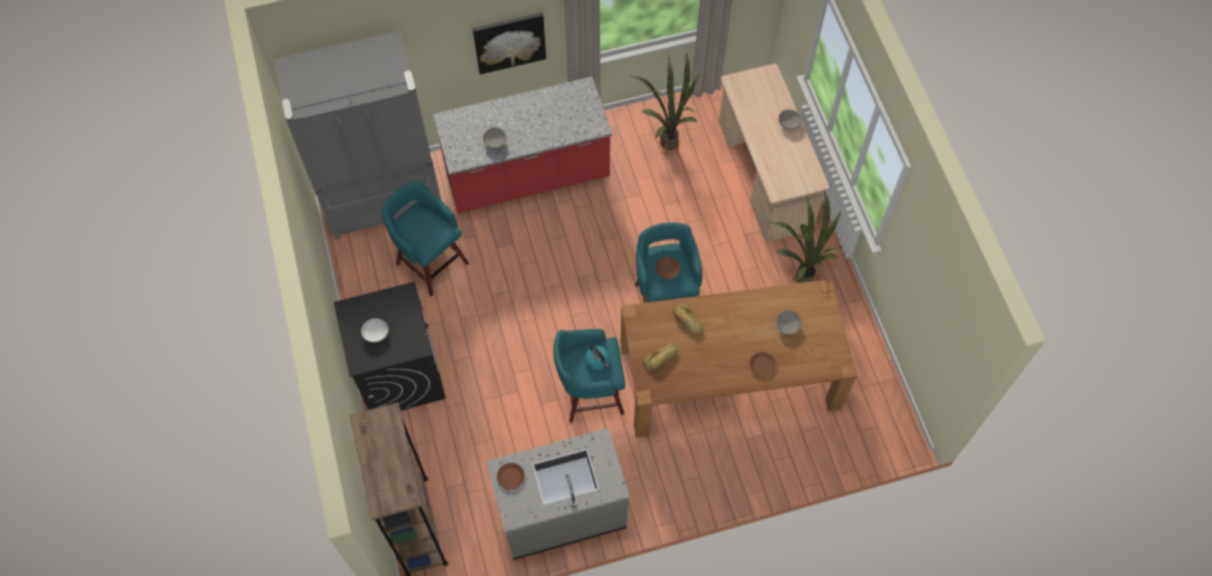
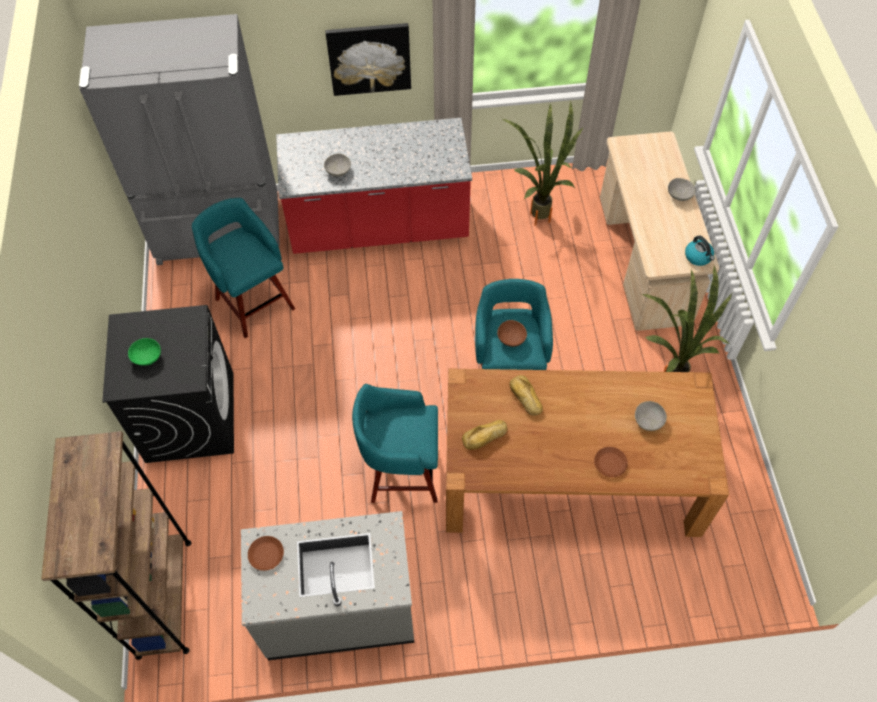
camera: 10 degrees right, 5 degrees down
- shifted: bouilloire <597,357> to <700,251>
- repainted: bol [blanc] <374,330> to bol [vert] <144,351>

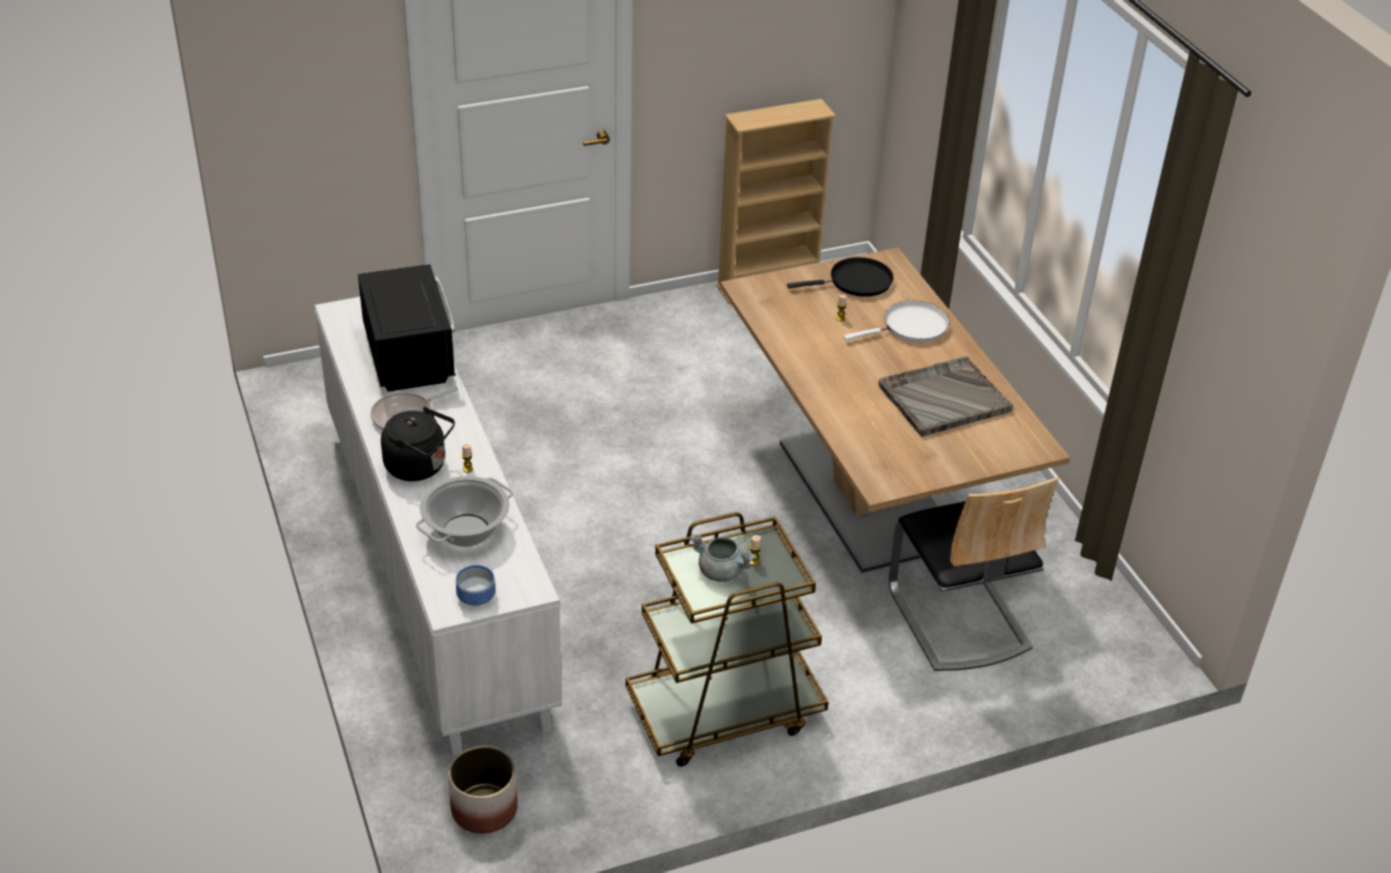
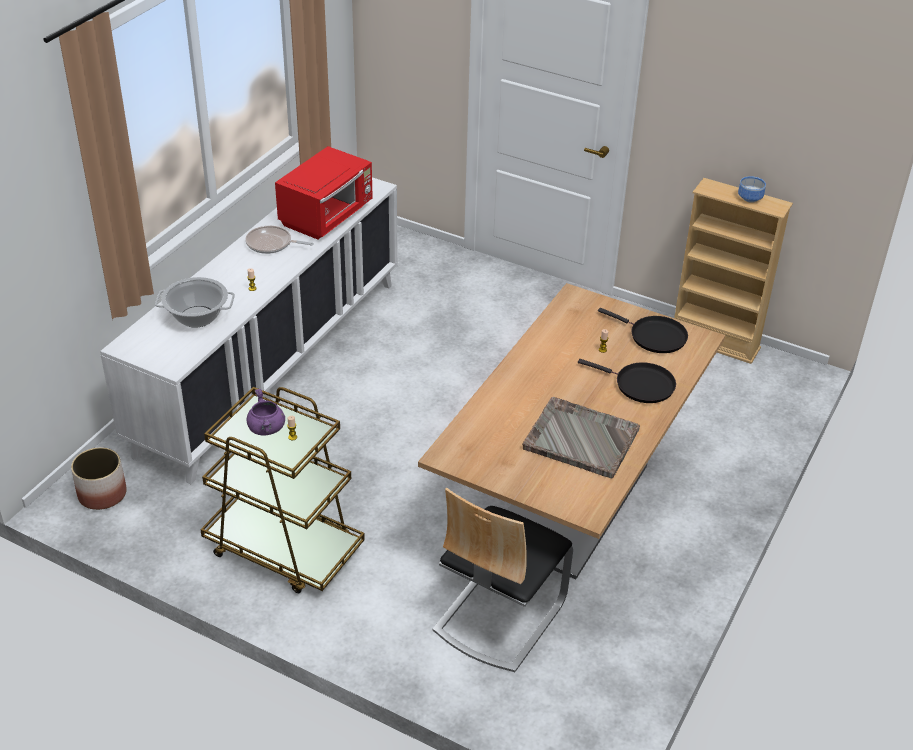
camera: 50 degrees right, 0 degrees up
- gone: bouilloire [noir] <418,444>
- shifted: bol <476,585> to <752,189>
- repainted: micro-ondes [noir] <407,328> to micro-ondes [rouge] <324,192>
- repainted: marmite [gris] <723,558> to marmite [violet] <266,412>
- repainted: poêle [blanc] <897,321> to poêle [noir] <627,381>

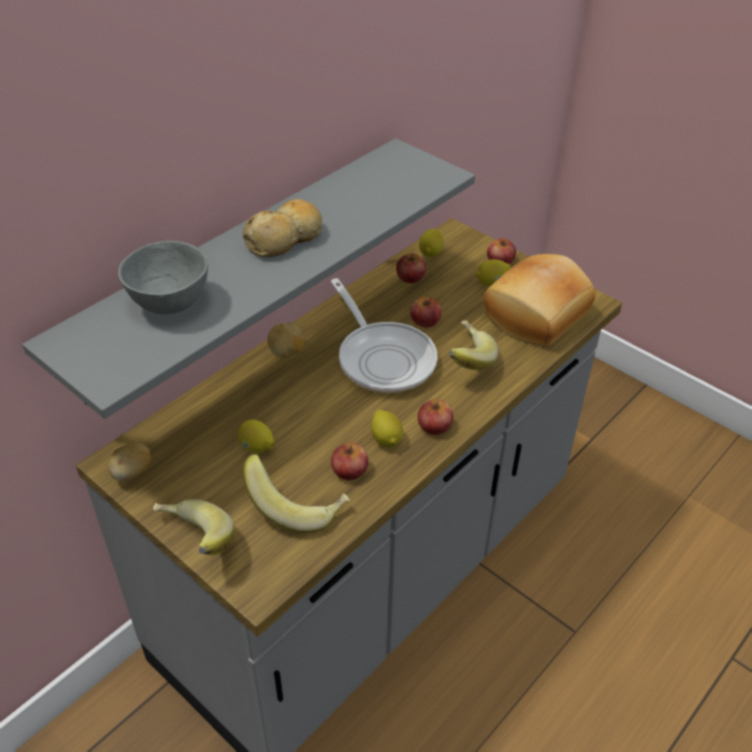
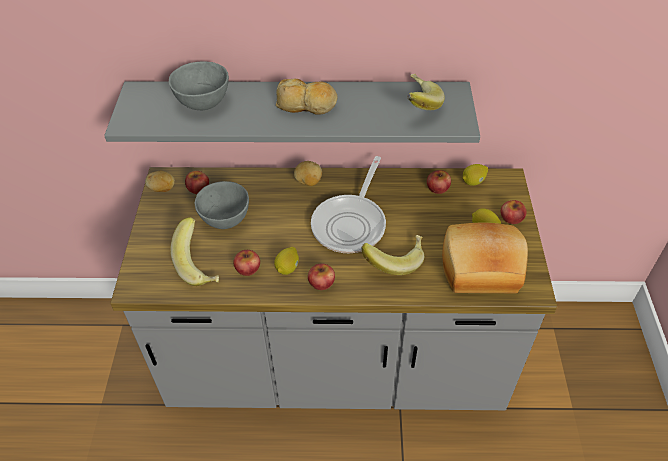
camera: 50 degrees right, 5 degrees up
- shifted: banane <193,527> to <426,92>
- shifted: pomme <426,312> to <197,182>
- swapped: citron <255,436> to bol [gris] <222,205>

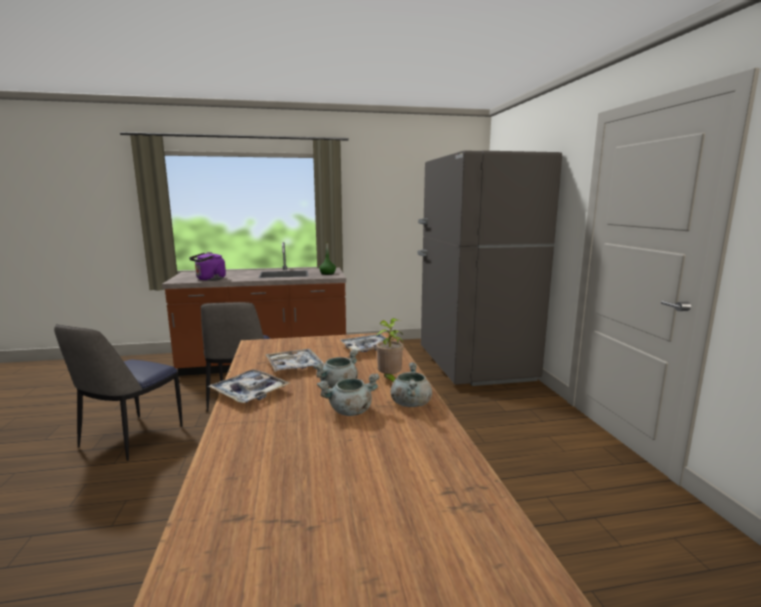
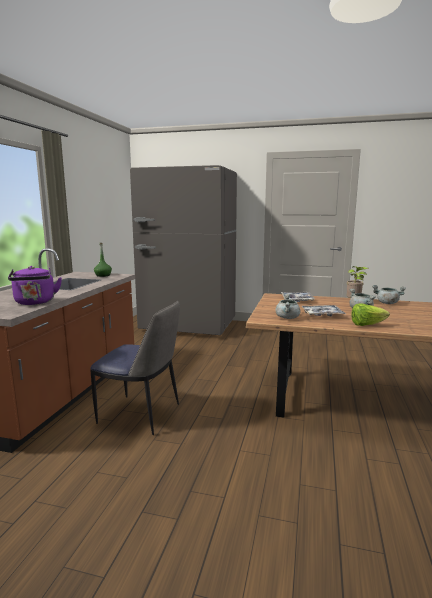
camera: 65 degrees left, 0 degrees up
- gone: chaise <118,392>
- shifted: marmite [gris] <348,394> to <287,306>
- swapped: plateau <248,386> to laitue <370,314>

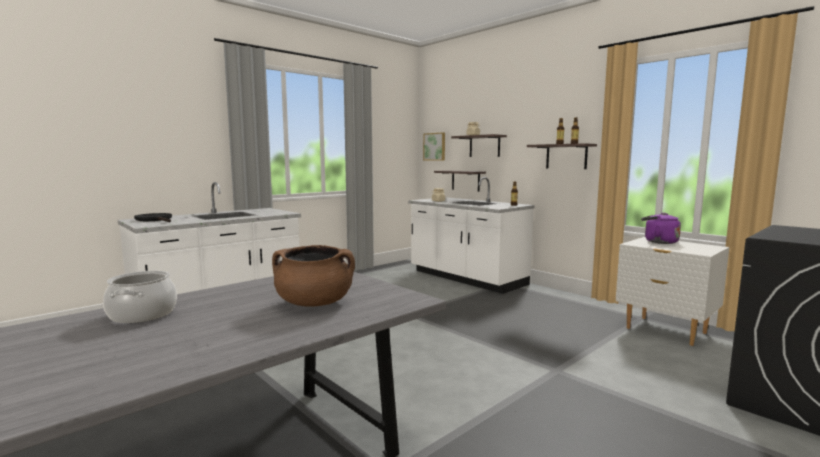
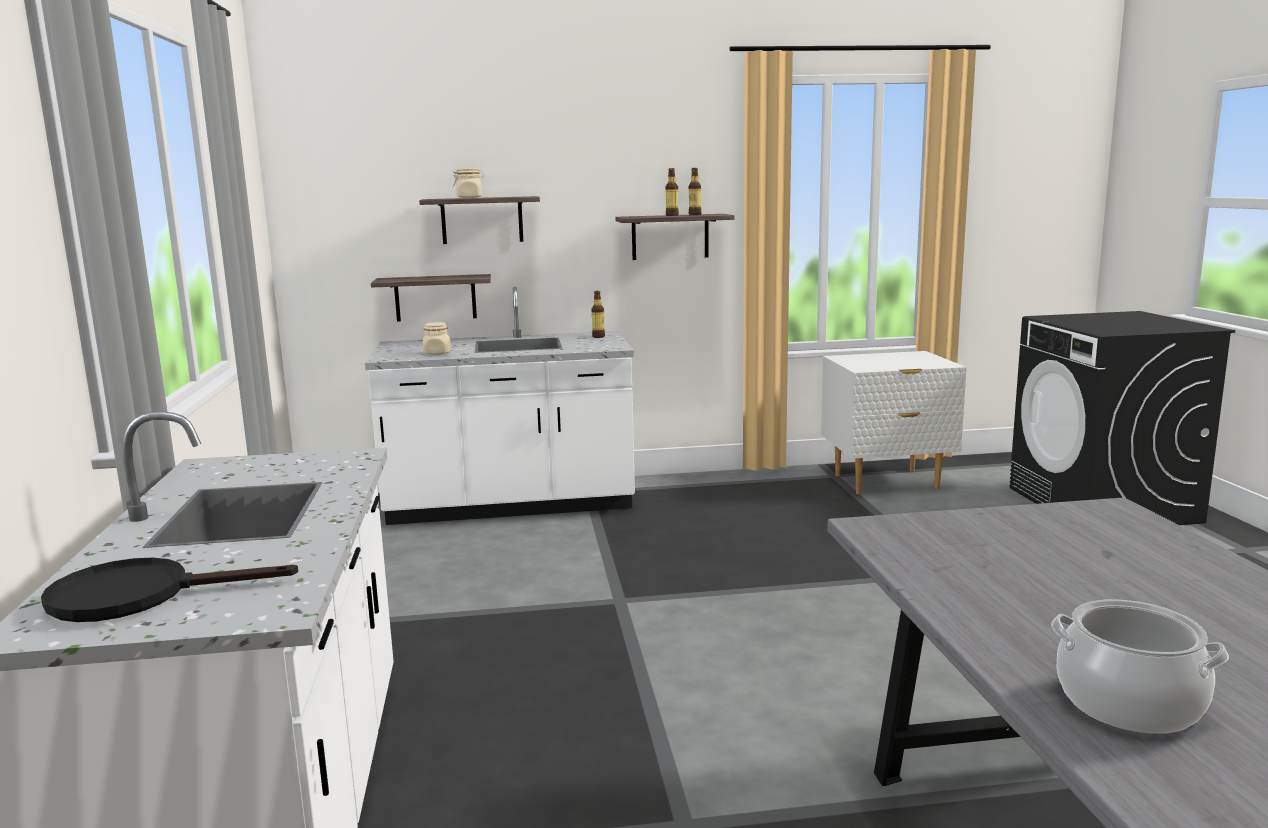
camera: 55 degrees left, 5 degrees up
- gone: marmite [marron] <313,275>
- gone: tableau <434,146>
- gone: bouilloire [violet] <661,228>

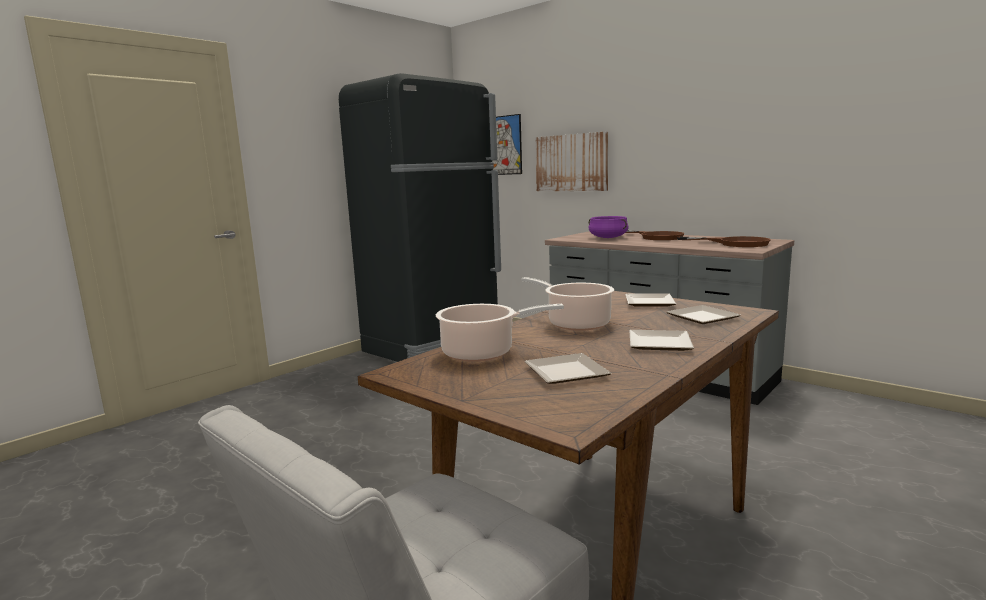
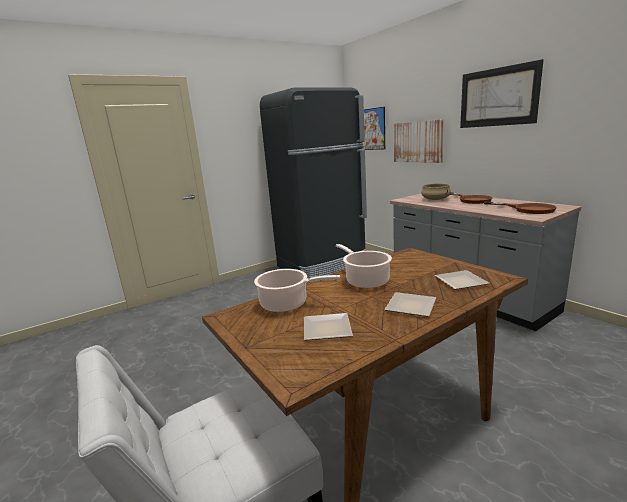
camera: 15 degrees right, 5 degrees up
- gone: assiette <650,300>
- new: tableau <502,93>
- repainted: marmite [violet] <609,227> to marmite [beige] <436,191>

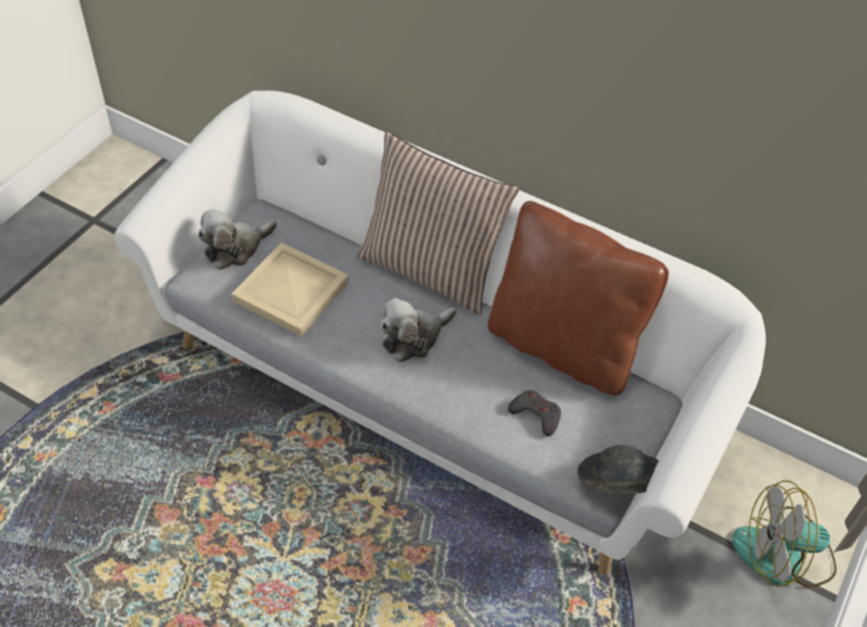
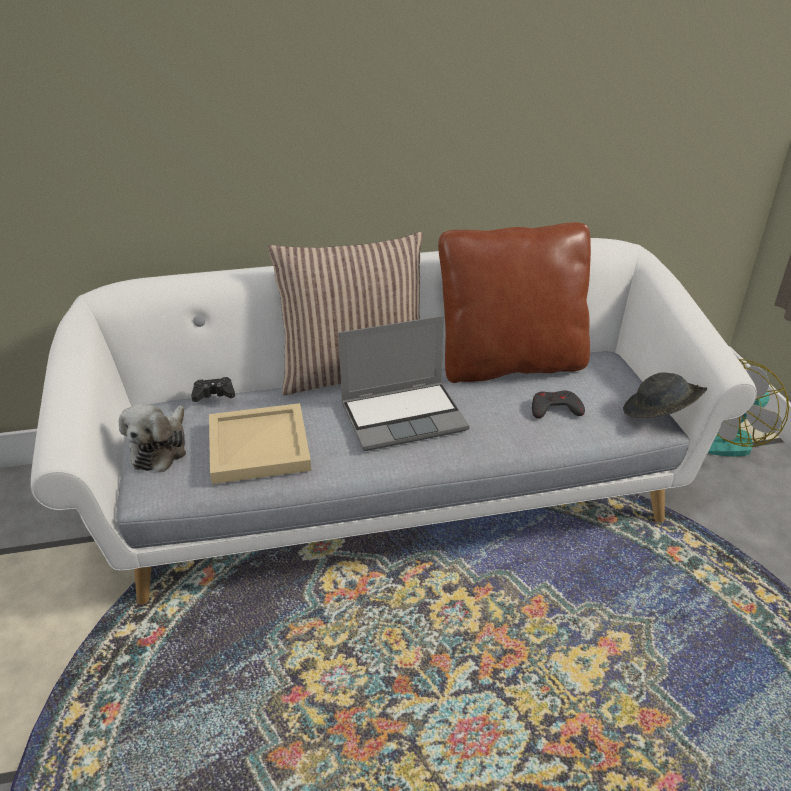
camera: 40 degrees left, 15 degrees down
- new: manette [noir] <213,389>
- swapped: peluche <418,330> to ordinateur portable <404,383>

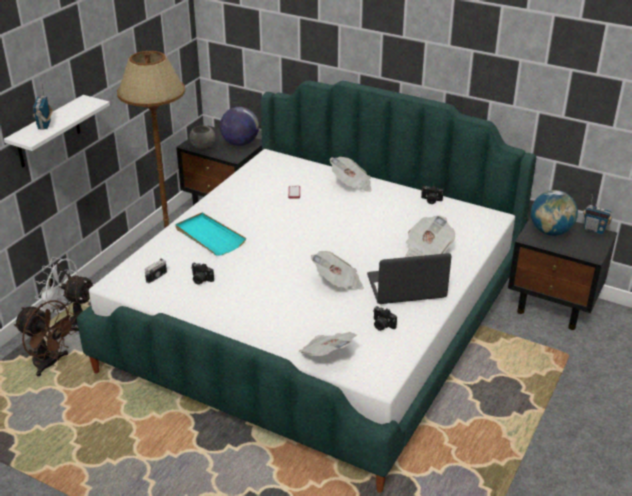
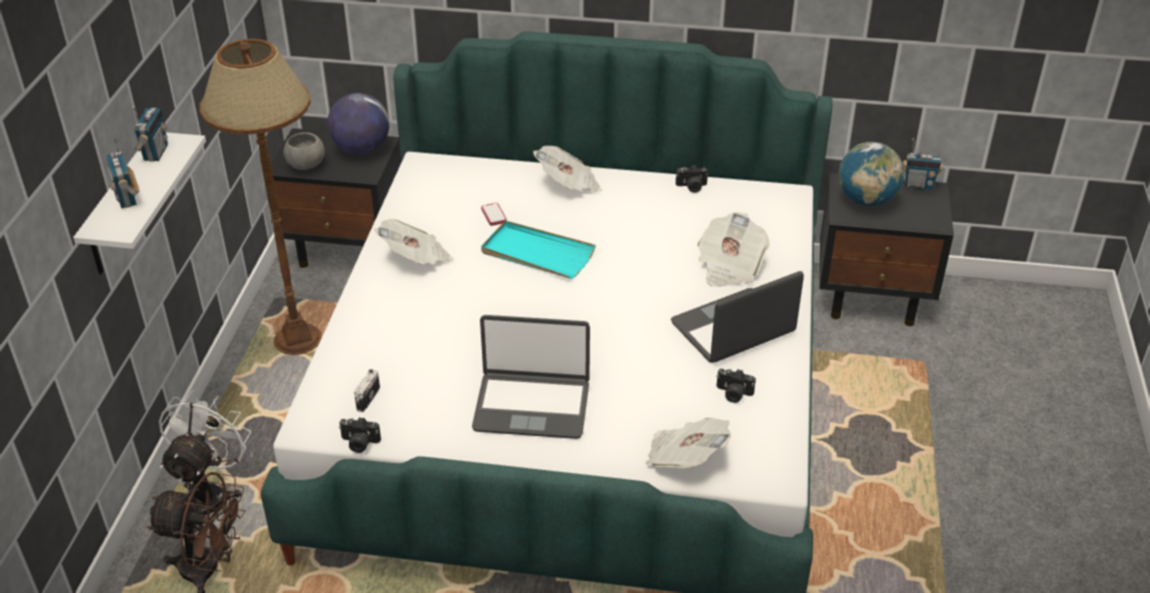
camera: 20 degrees left, 5 degrees up
- new: radio <150,134>
- new: ordinateur portable <531,377>
- shifted: plateau [turquoise] <210,234> to <538,250>
- shifted: appareil photo <202,274> to <360,435>
- shifted: journal <337,270> to <414,242>
- rotated: ventilateur [blanc] <65,294> = <205,452> 105 degrees clockwise

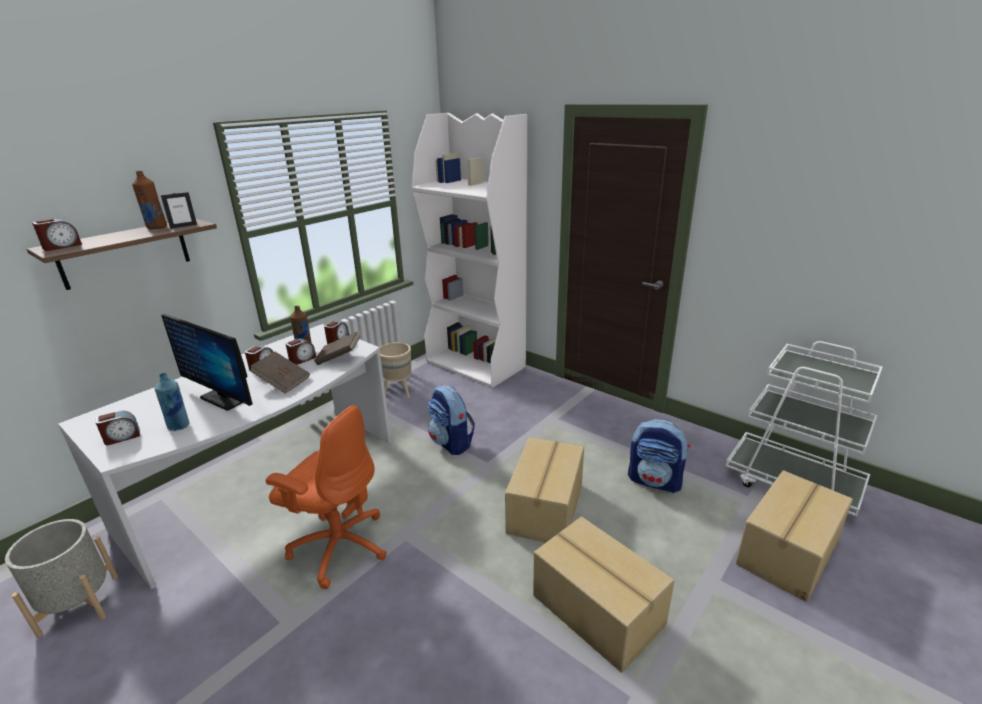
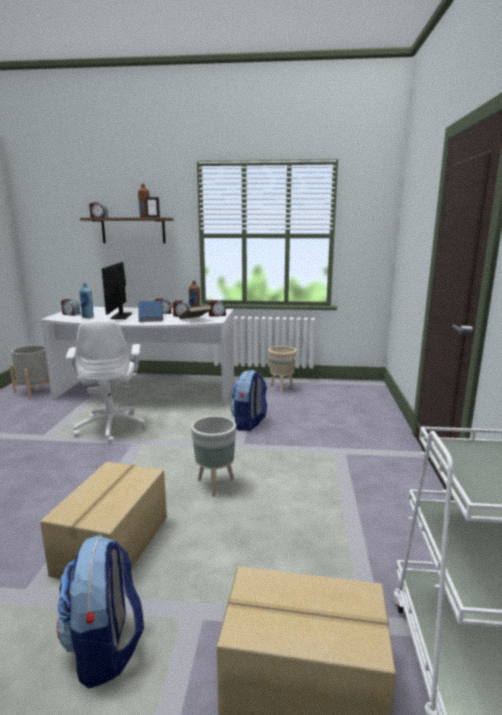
camera: 55 degrees right, 10 degrees down
- gone: bibliothèque [blanc] <469,250>
- shifted: sac à dos <659,456> to <100,611>
- swapped: carton <544,490> to cache-pot [gris] <213,456>
- repainted: livre [marron] <280,373> to livre [bleu] <150,311>
- repainted: chaise de bureau [orange] <326,497> to chaise de bureau [blanc] <107,381>

